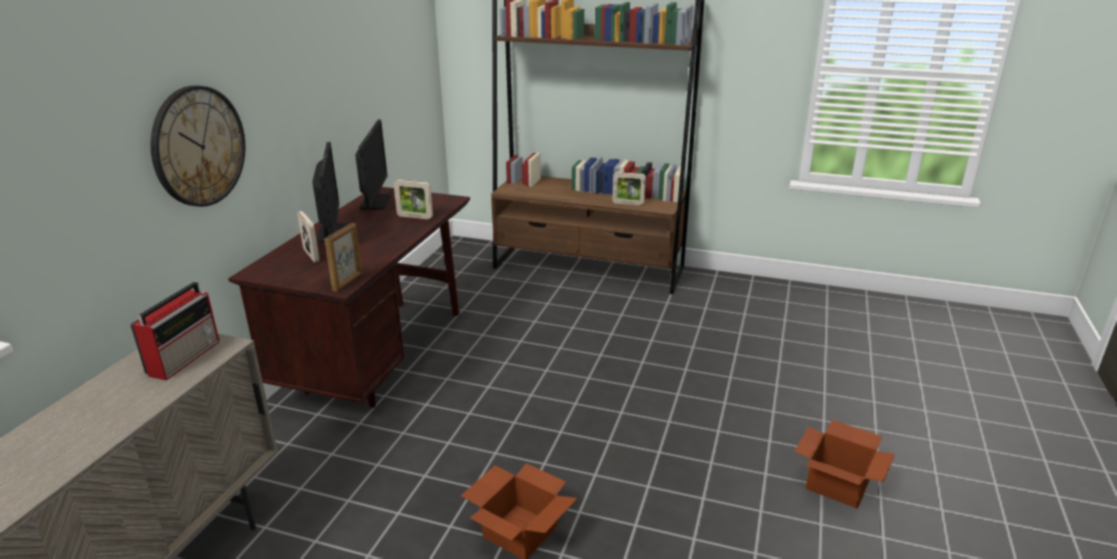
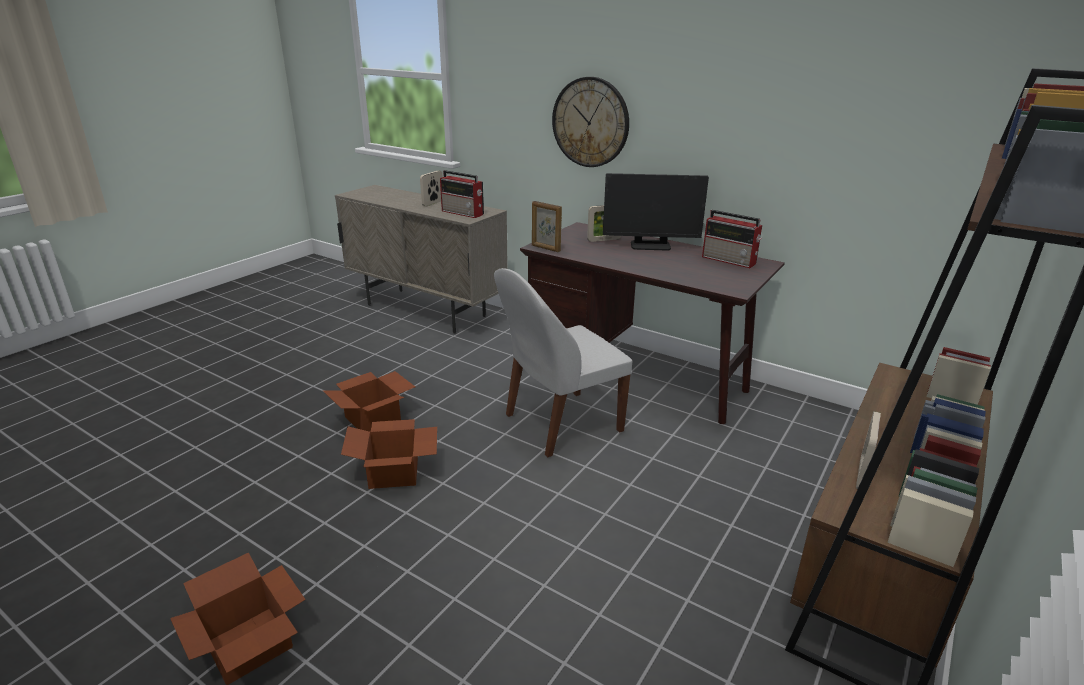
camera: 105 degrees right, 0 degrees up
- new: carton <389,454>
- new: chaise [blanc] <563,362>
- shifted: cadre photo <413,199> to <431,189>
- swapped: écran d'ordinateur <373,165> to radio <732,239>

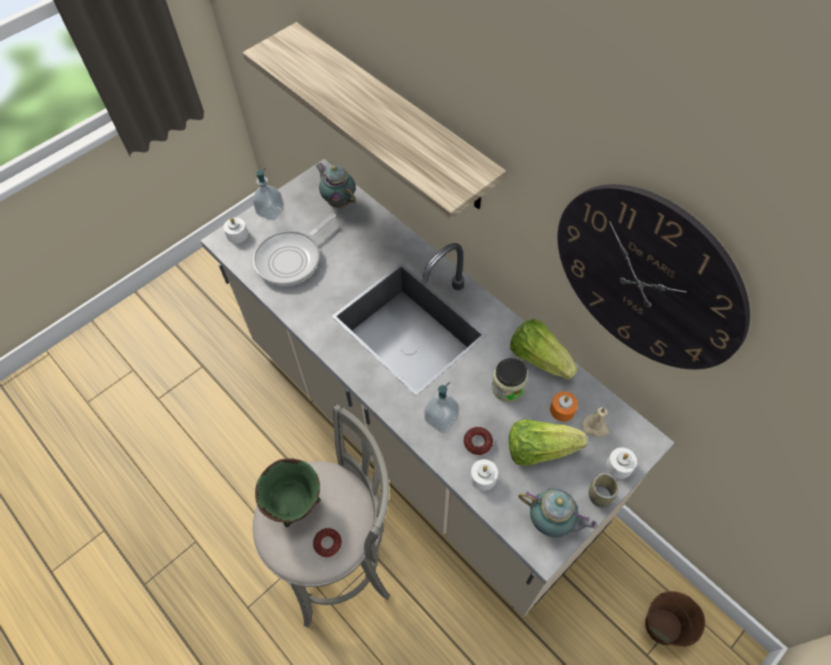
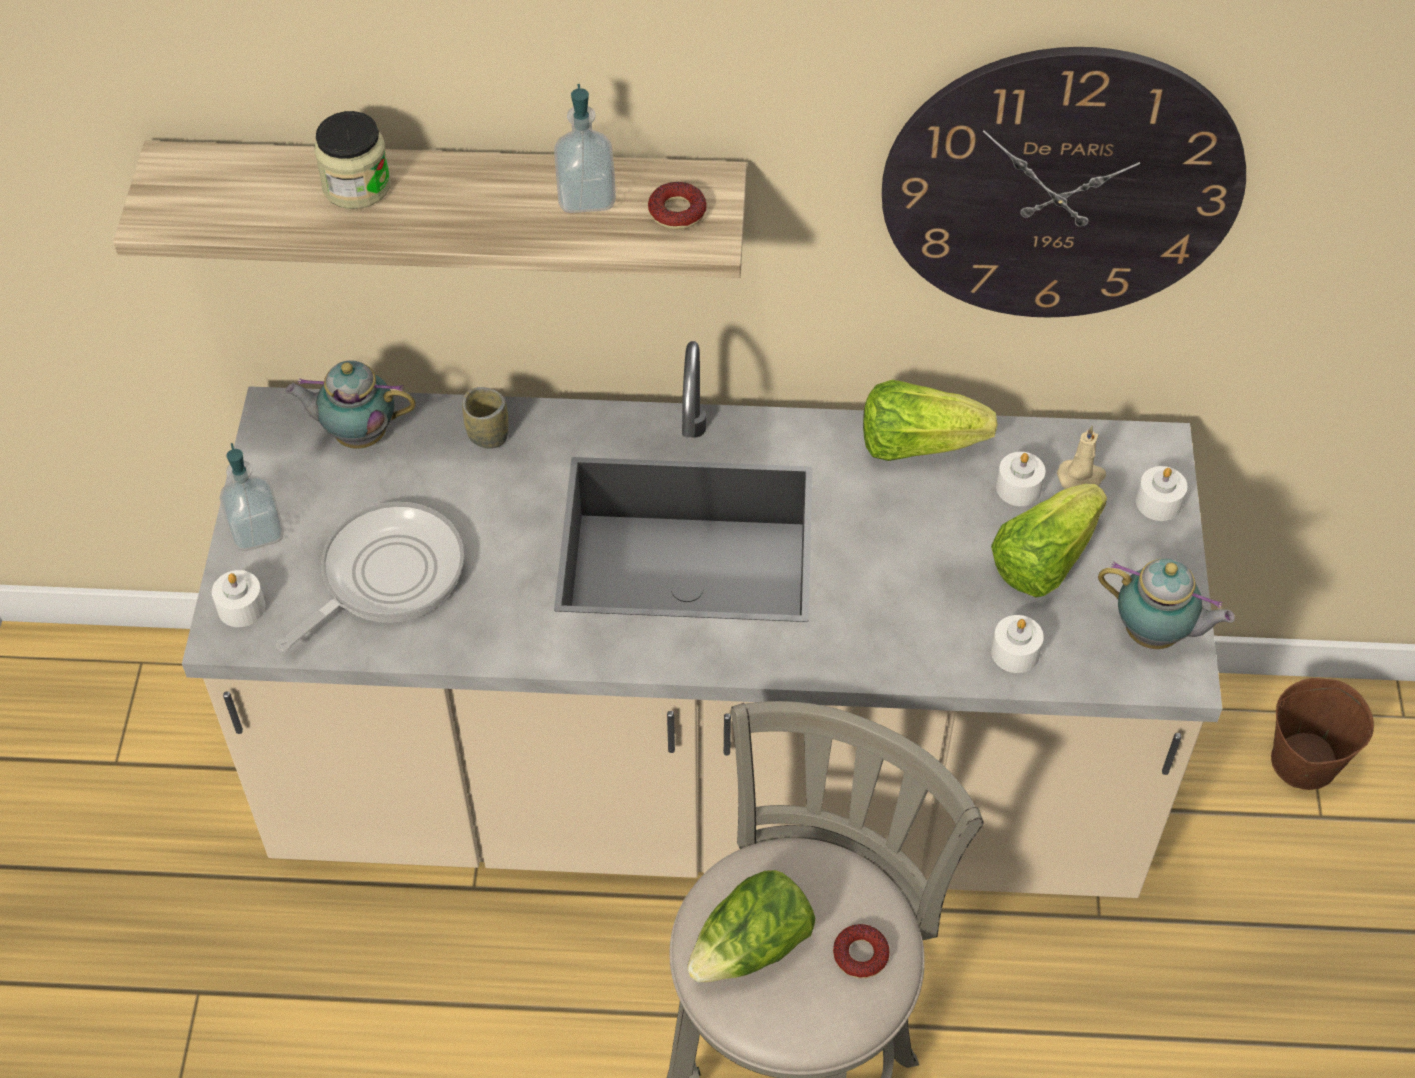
camera: 45 degrees left, 5 degrees down
- shifted: distributeur de savon <442,407> to <585,148>
- shifted: beignet <478,441> to <677,206>
- shifted: bocal <510,380> to <352,160>
- shifted: tasse <603,490> to <485,418>
- swapped: bol [vert] <288,493> to laitue <751,926>
- repainted: bougie [orange] <564,406> to bougie [blanc] <1021,479>
- rotated: poêle <294,250> = <370,577> 135 degrees counterclockwise
- rotated: théière <557,512> = <1166,603> 45 degrees clockwise

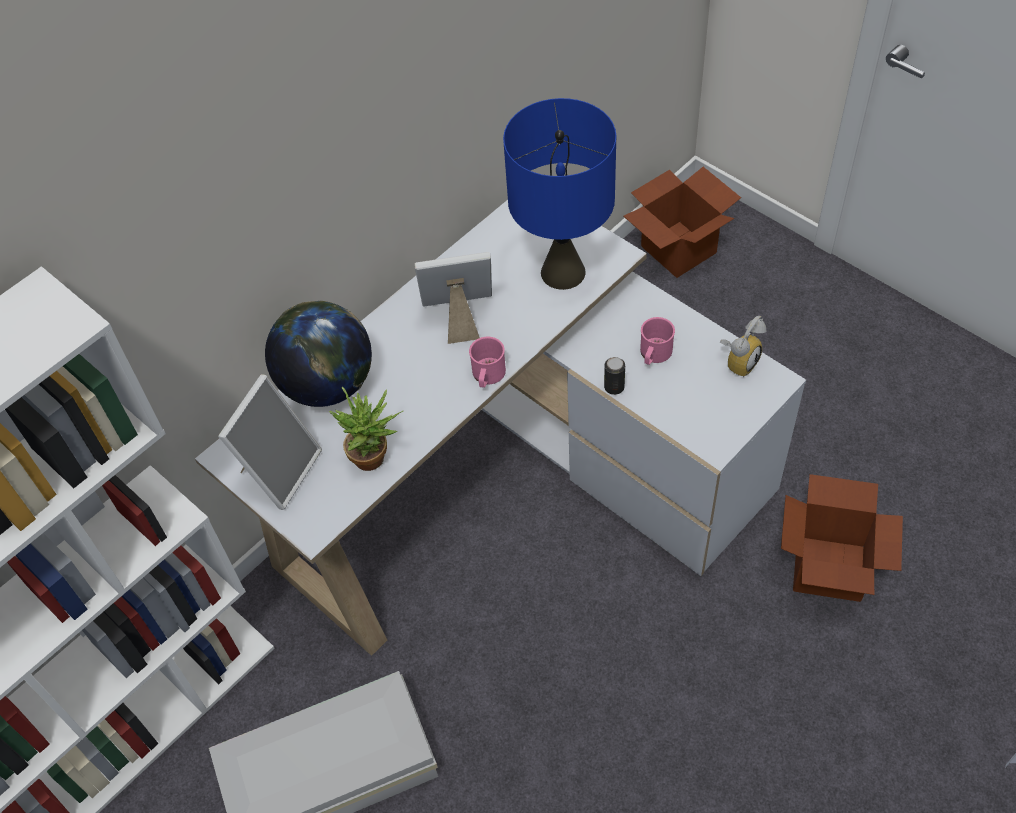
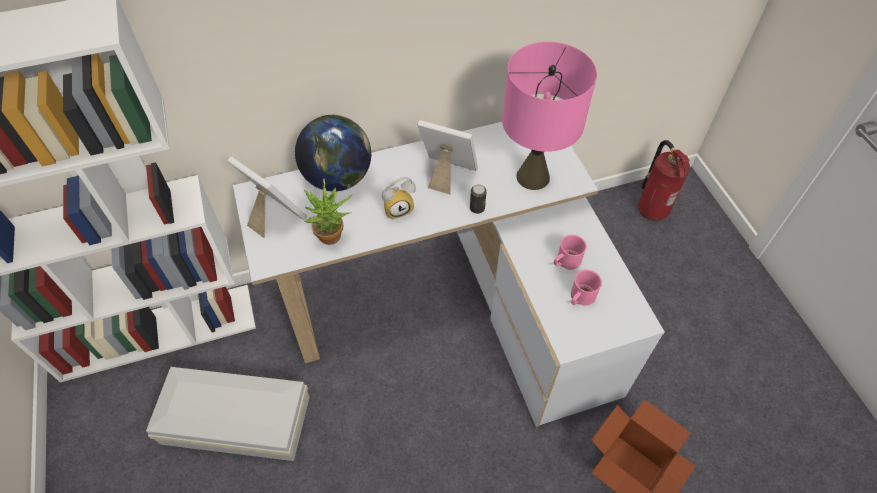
camera: 25 degrees right, 0 degrees up
- shifted: mug [rose] <487,362> to <586,287>
- shifted: boîte métallique <614,376> to <478,199>
- shifted: réveil <743,346> to <399,198>
- swapped: carton <682,222> to extincteur <664,180>
- repainted: lampe de table [bleu] <559,194> to lampe de table [rose] <549,116>
- rotated: cadre photo <270,442> = <267,197> 105 degrees counterclockwise

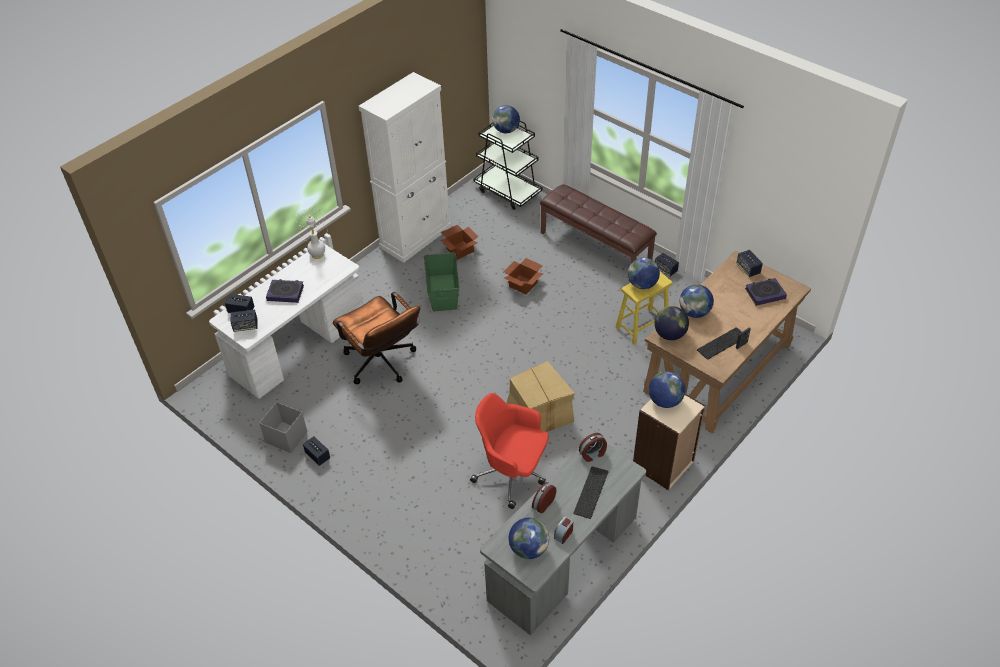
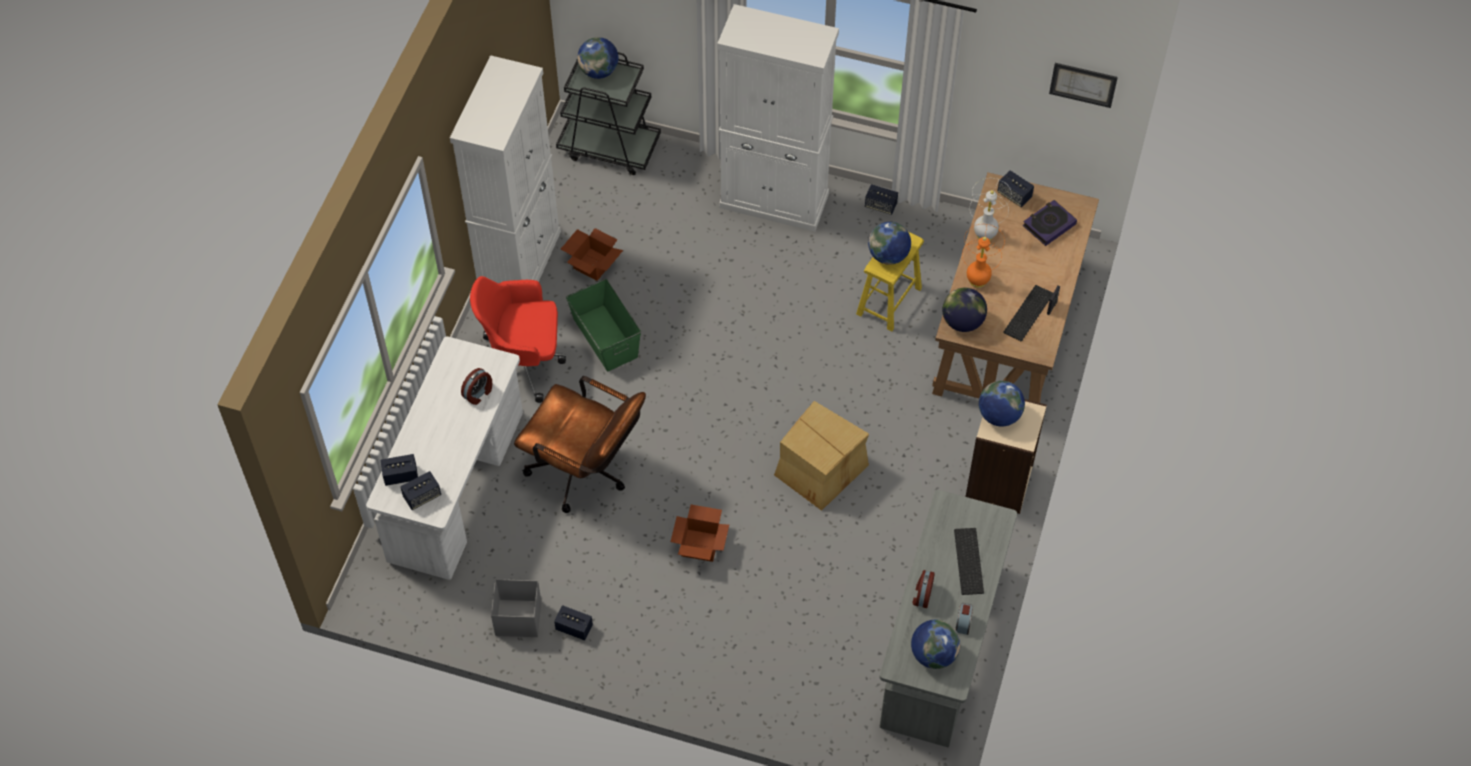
camera: 25 degrees left, 10 degrees up
- gone: livre <285,291>
- new: tableau <1083,85>
- shifted: lampe de table [blanc] <311,233> to <991,209>
- shifted: chaise de bureau [rouge] <509,451> to <518,339>
- shifted: carton <523,276> to <699,533>
- shifted: réveil <593,447> to <476,386>
- swapped: banc [marron] <598,224> to meuble de rangement [blanc] <778,118>
- swapped: globe <697,301> to lampe de table [orange] <983,256>

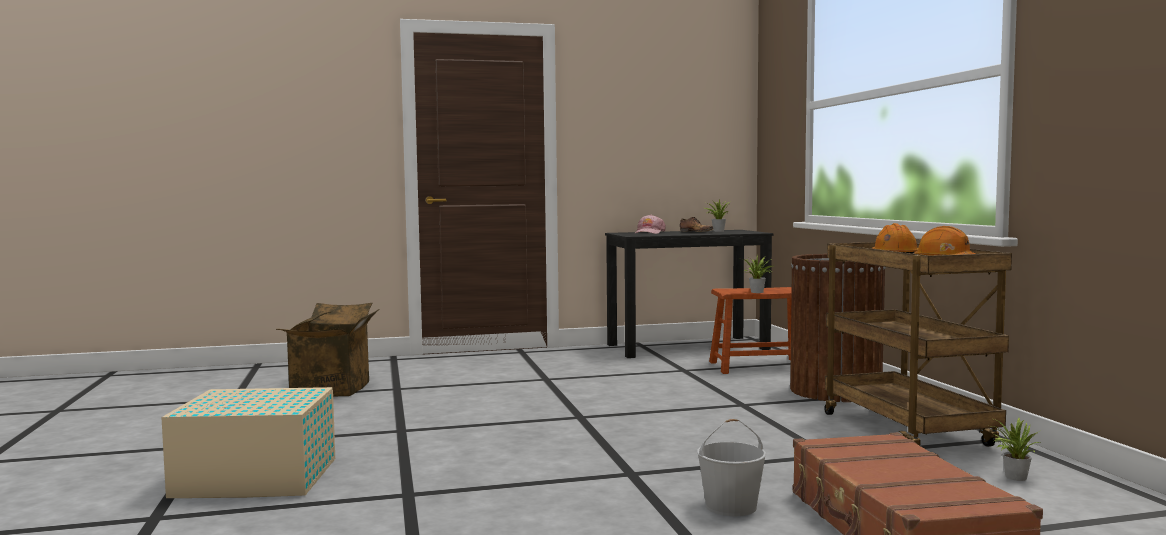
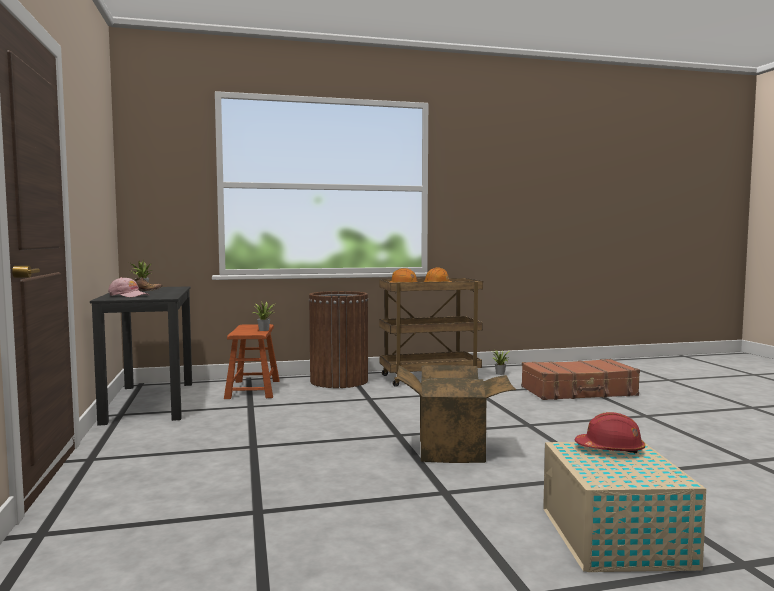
camera: 90 degrees left, 0 degrees up
- gone: seau [blanc] <731,467>
- new: casque de chantier [rouge] <610,433>
- shifted: carton <328,350> to <456,414>

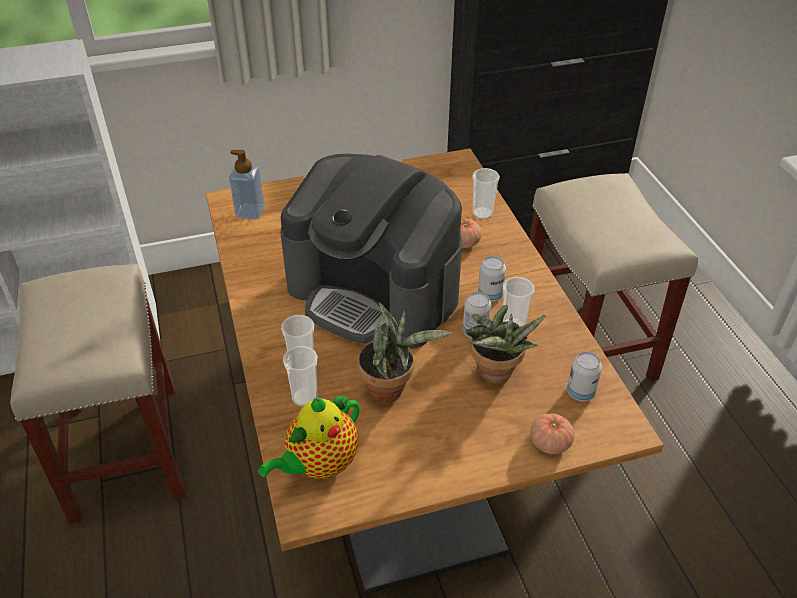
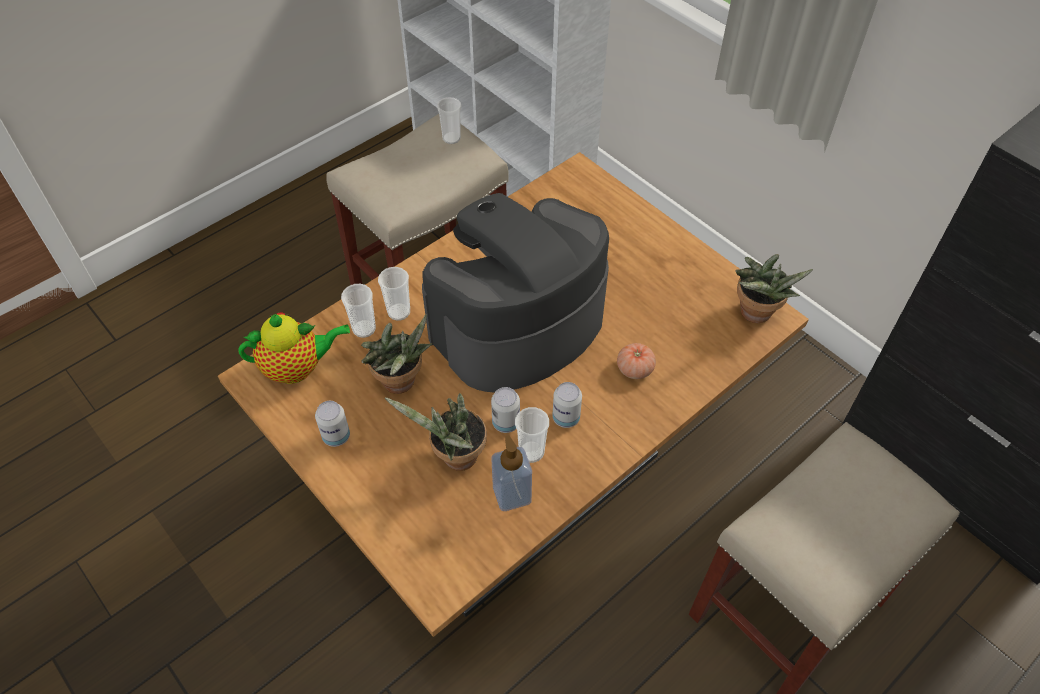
camera: 65 degrees right, 10 degrees up
- gone: tomate <552,433>
- new: plante en pot <774,288>
- shifted: distributeur de savon <247,184> to <511,473>
- shifted: tasse <486,194> to <449,120>
- shifted: boîte métallique <584,376> to <332,424>
- rotated: théière <308,437> = <294,348> 150 degrees clockwise
- rotated: machine à café <371,251> = <515,293> 45 degrees clockwise

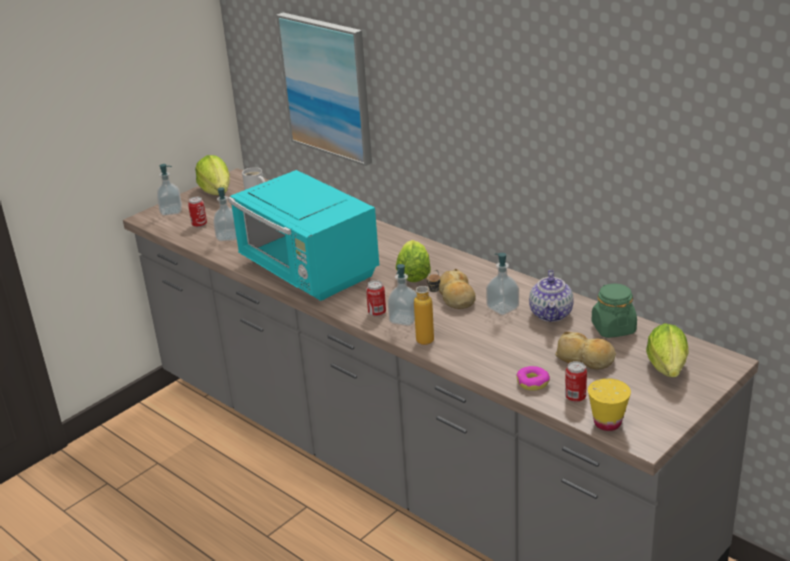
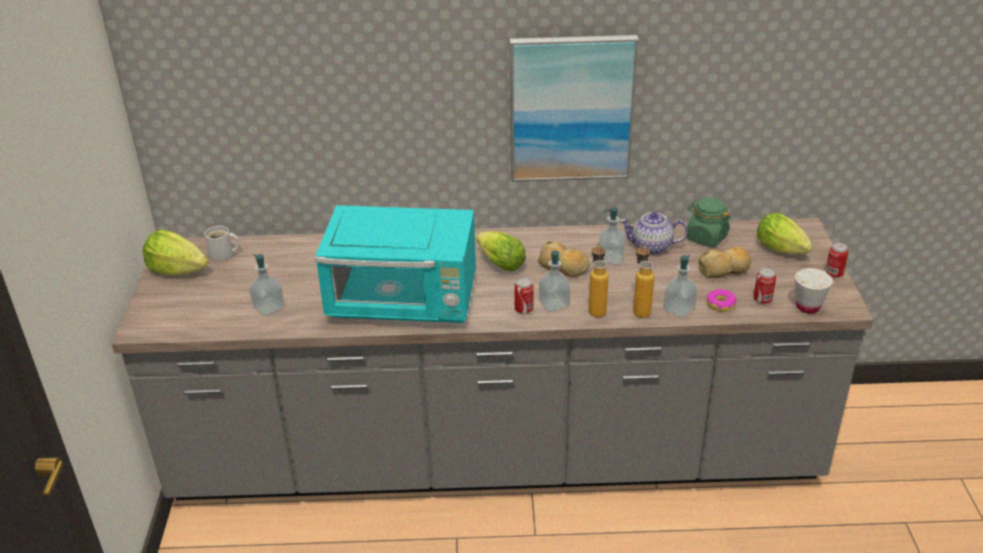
camera: 45 degrees left, 5 degrees up
- new: bouteille <643,280>
- shifted: distributeur de savon <169,189> to <680,286>
- shifted: boîte métallique <197,212> to <836,260>
- shifted: tableau <324,89> to <574,108>
- repainted: tasse [jaune] <609,404> to tasse [blanc] <814,291>
- rotated: théière <551,296> = <654,233> 135 degrees clockwise

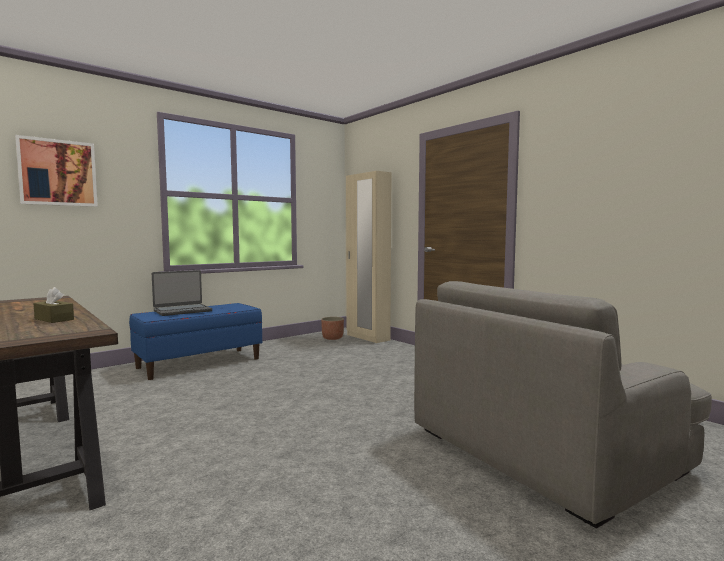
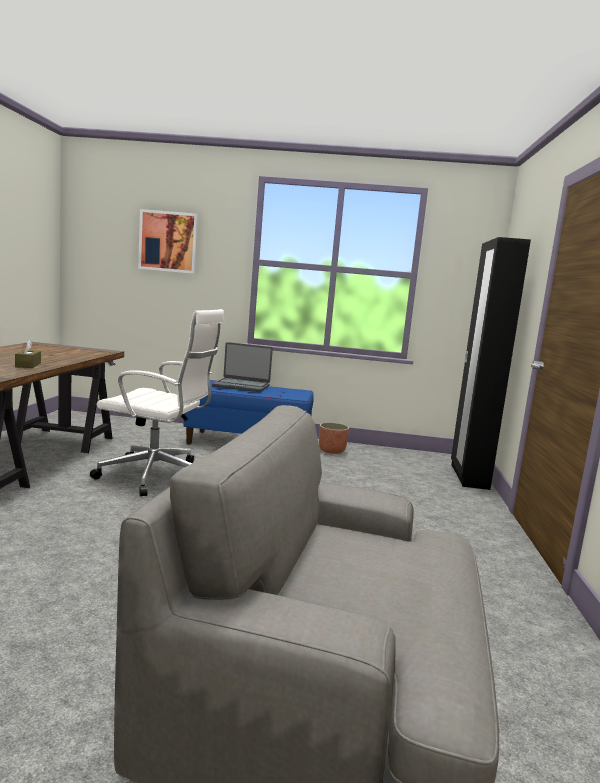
camera: 45 degrees right, 5 degrees up
- new: chaise de bureau [blanc] <157,403>
- shifted: cache-pot <332,328> to <334,438>
- repainted: armoire [beige] <368,257> to armoire [noir] <491,363>

